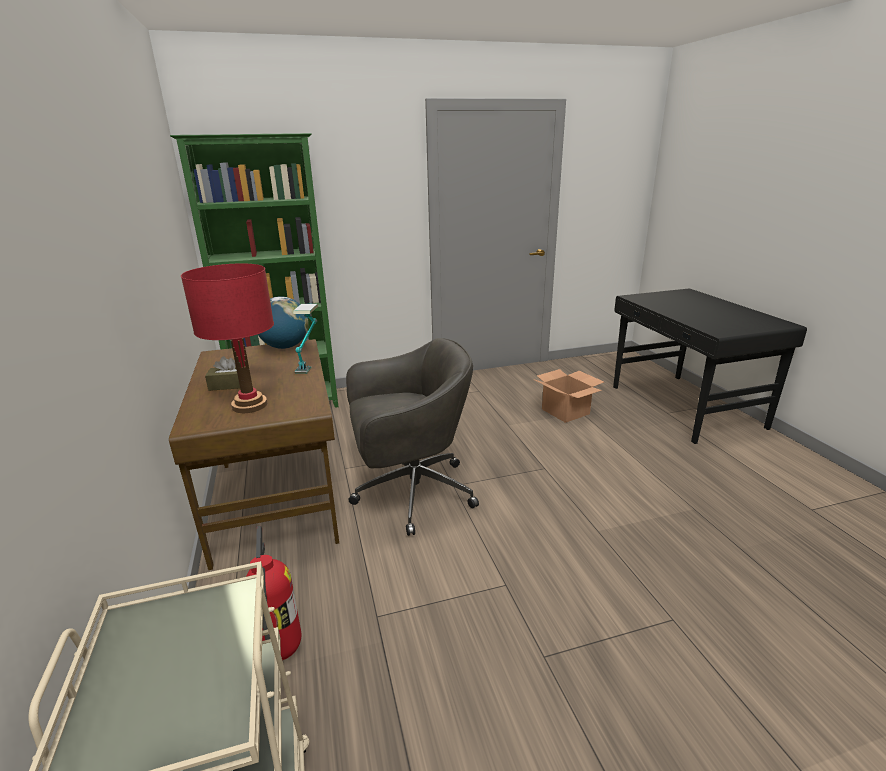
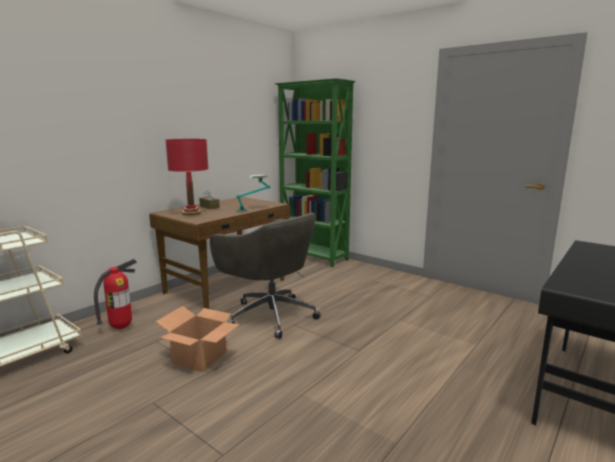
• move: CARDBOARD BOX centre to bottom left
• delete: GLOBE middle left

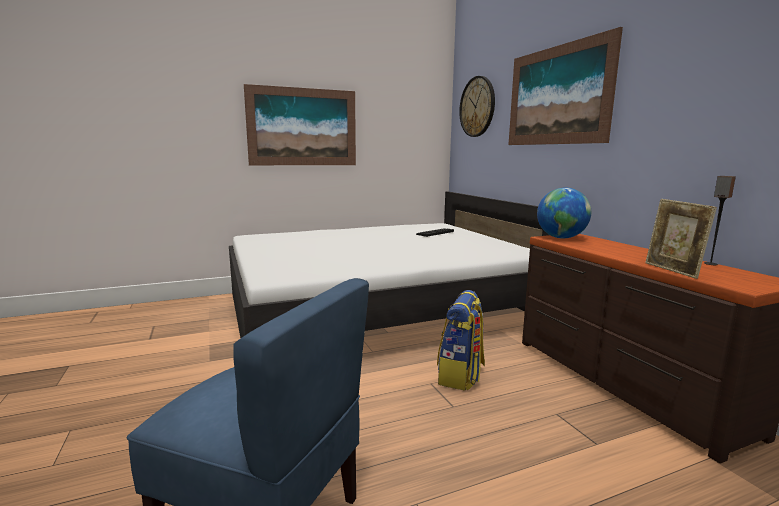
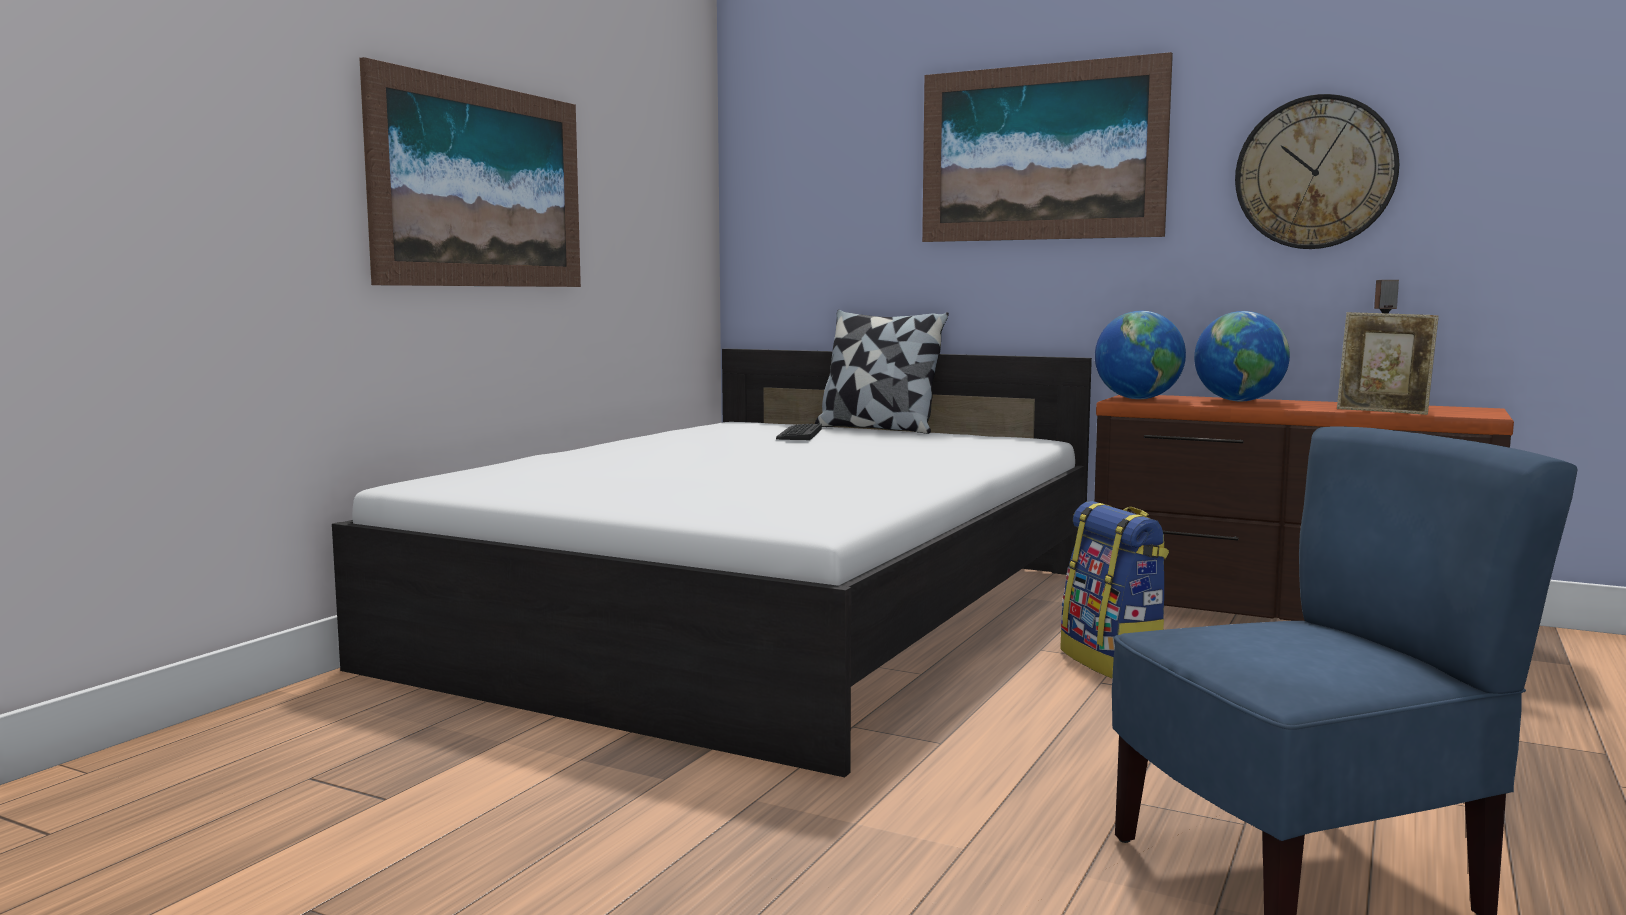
• insert: PILLOW centre
• insert: GLOBE (2nd from left) middle right
• move: WALL CLOCK top centre to top right

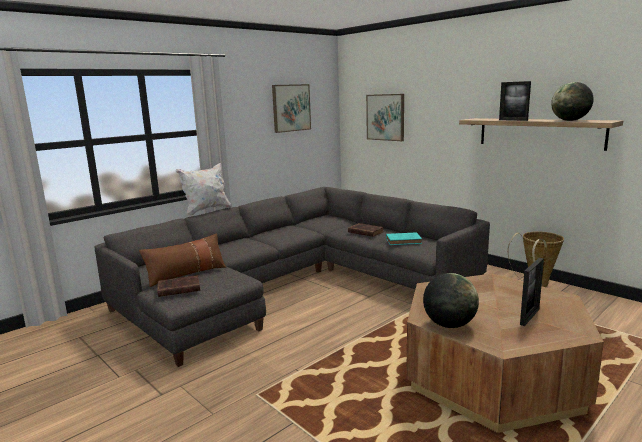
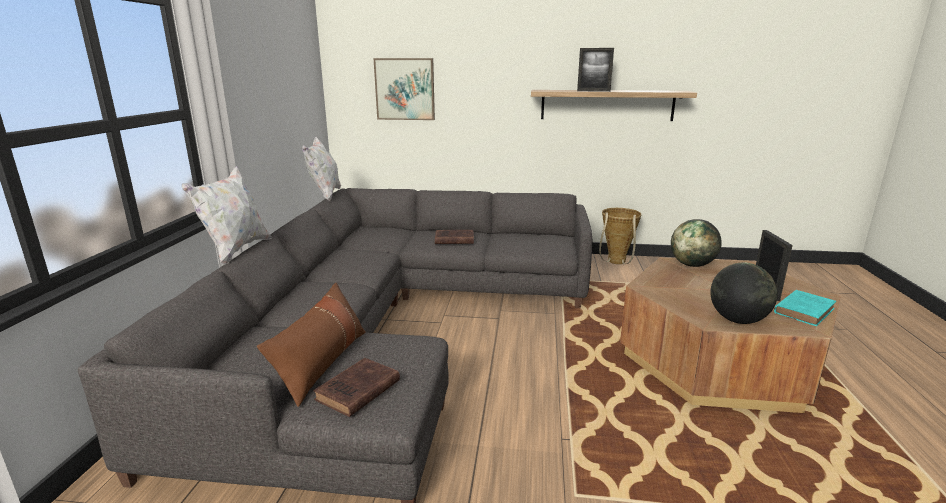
• insert: WHITE PILLOW (2nd from left) centre
• move: GLOBE (2nd from left in the first image) top right to GLOBE (1st from left) middle right
• move: TURQUOISE BOOK centre to middle right
• delete: PICTURE (1st from left) top centre

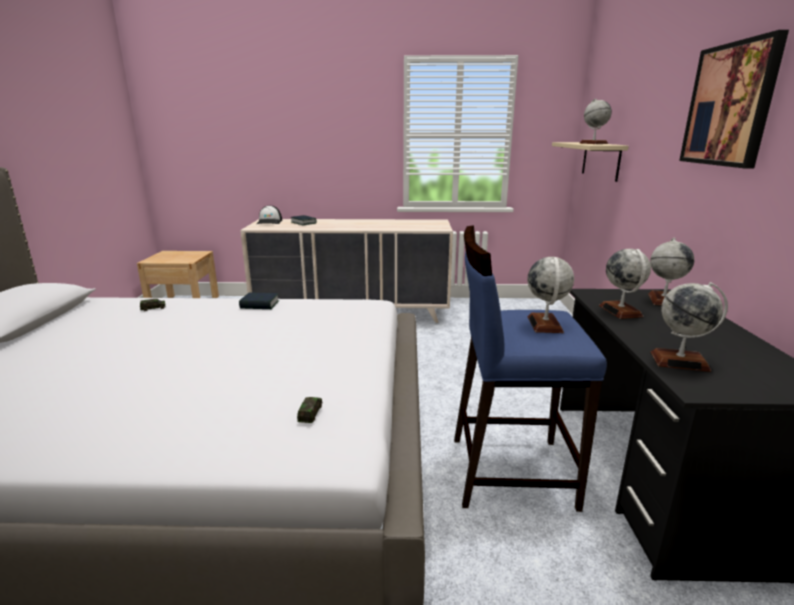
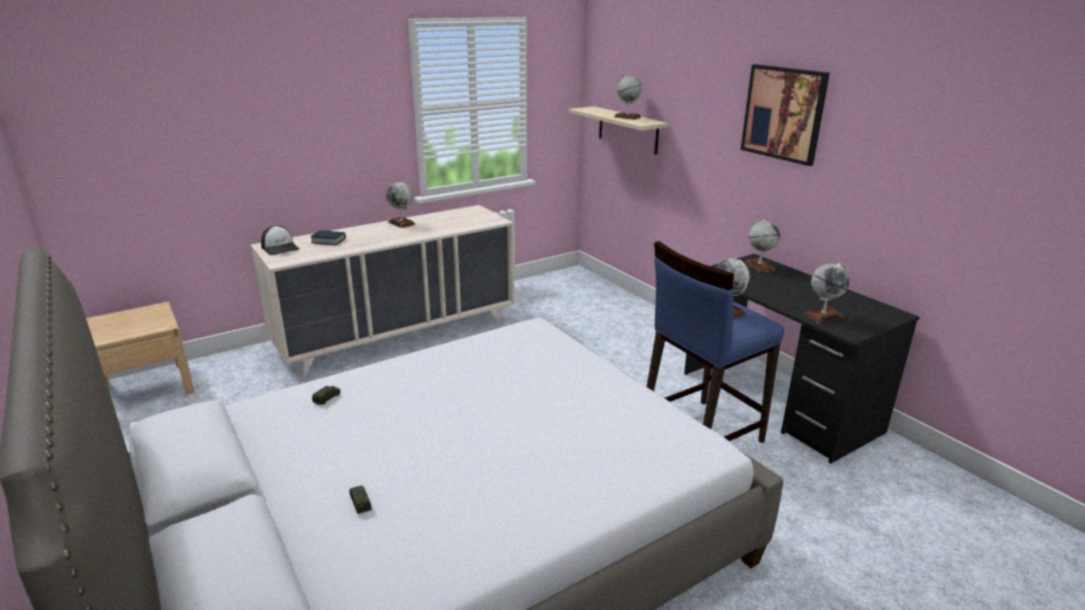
• move: TOY CAR (2nd from left) bottom centre to bottom left
• move: GLOBE (3rd from left in the first image) middle right to GLOBE (1st from left) centre
• delete: BOOK (1st from left) middle left

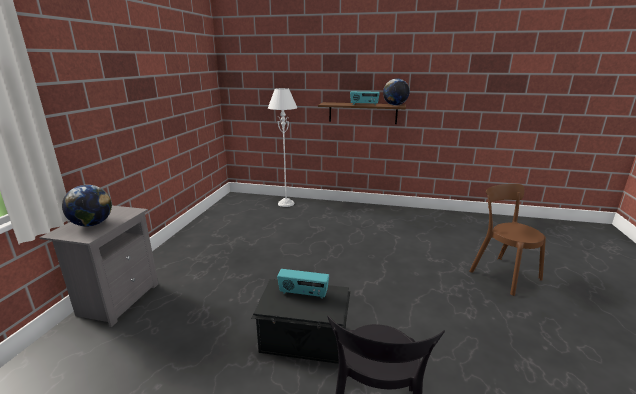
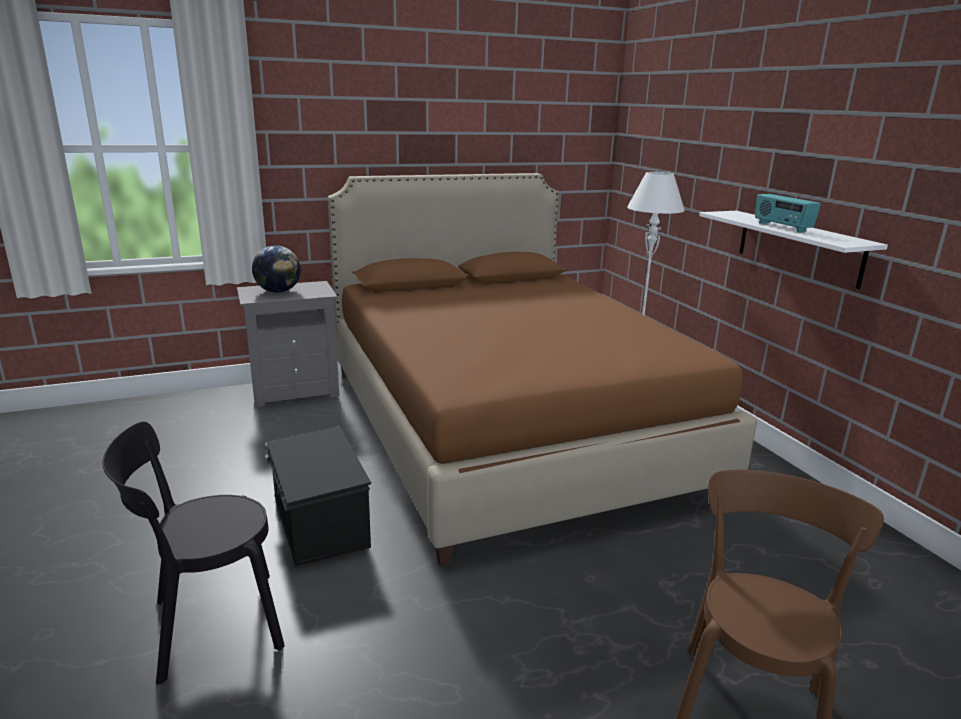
• insert: BROWN BED centre
• recolor: BROWN SHELF top centre to WHITE SHELF middle right
• delete: RADIO (1st from left) bottom centre
• delete: GLOBE (2nd from left) top centre

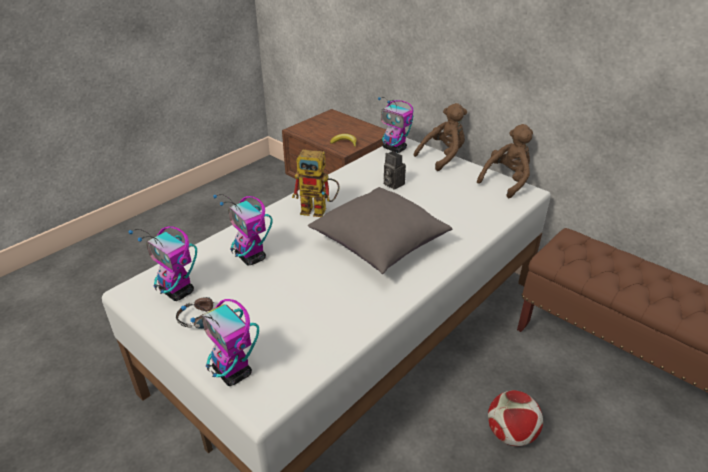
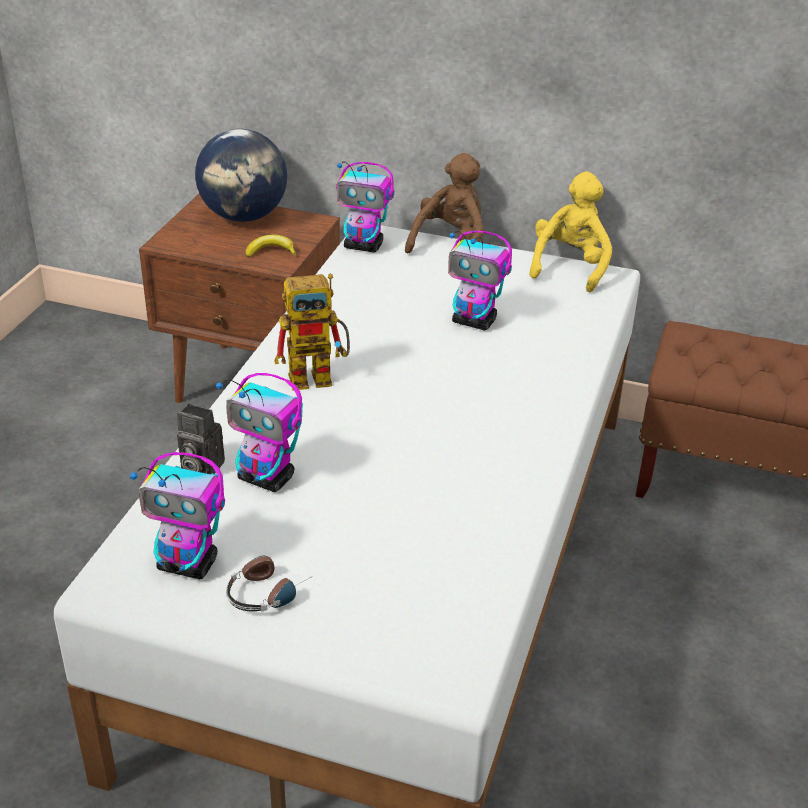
• move: PHOTO CAMERA centre to middle left
• insert: GLOBE top left
• move: TOY ROBOT (2nd from left in the first image) bottom left to TOY ROBOT (5th from left) centre
• recolor: BROWN PLUSH TOY (2nd from left) middle right to YELLOW PLUSH TOY top right
• delete: GREY PILLOW centre
• delete: FOOTBALL bottom right

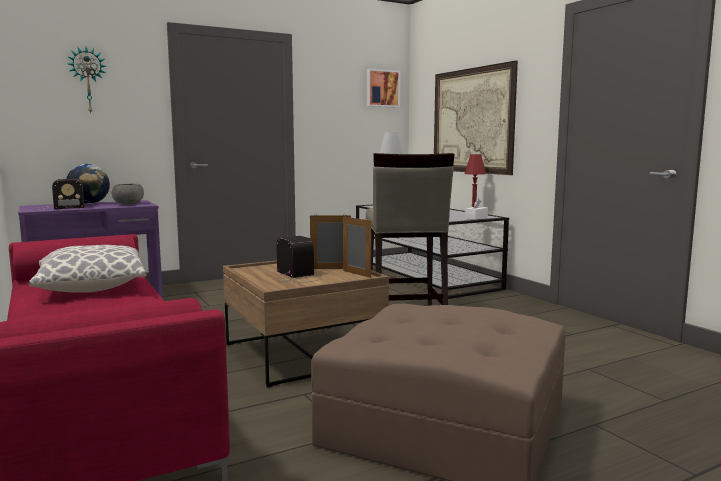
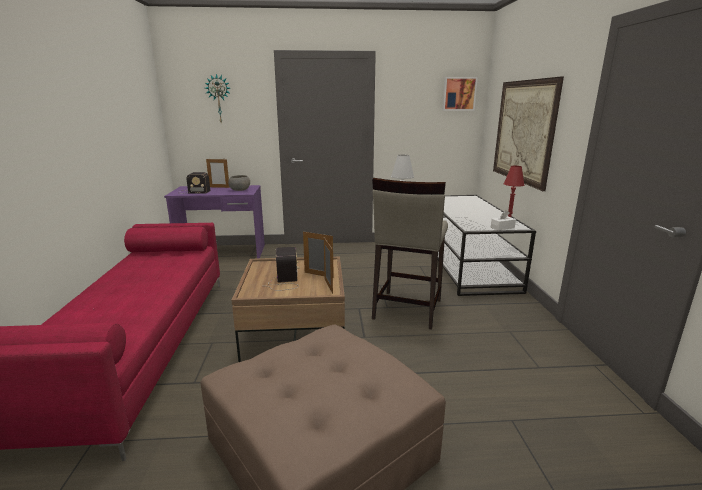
• replace: GLOBE middle left to PICTURE FRAME (1st from left) middle left
• delete: PILLOW middle left

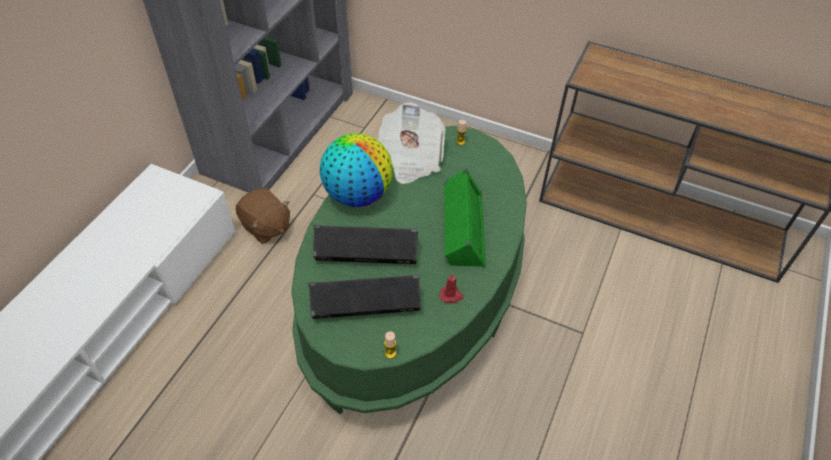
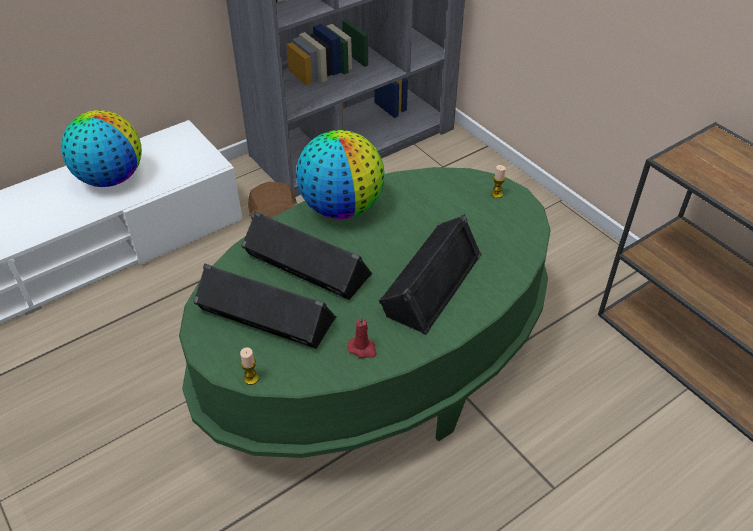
• insert: GLOBE (1st from left) top left
• recolor: GREEN SPEAKER centre to BLACK SPEAKER (3rd from left) centre
• delete: NEWSPAPER top centre

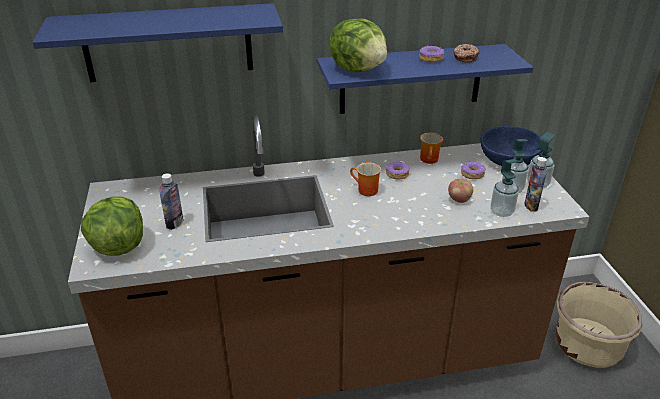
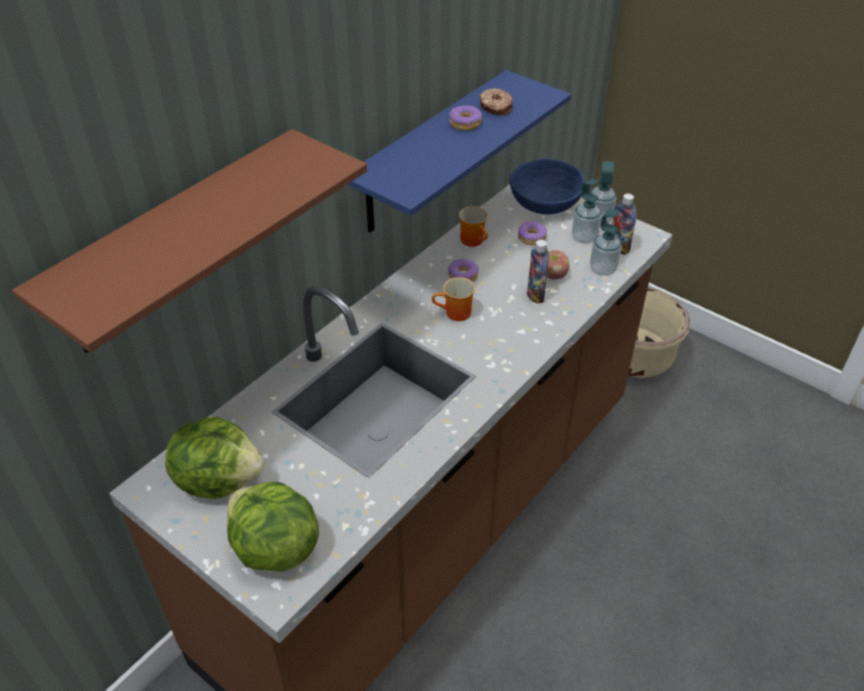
• recolor: BLUE SHELF (1st from left) top left to BROWN SHELF middle left
• move: LETTUCE (2nd from left in the first image) top centre to LETTUCE (1st from left) middle left
• move: BOTTLE (1st from left) middle left to centre

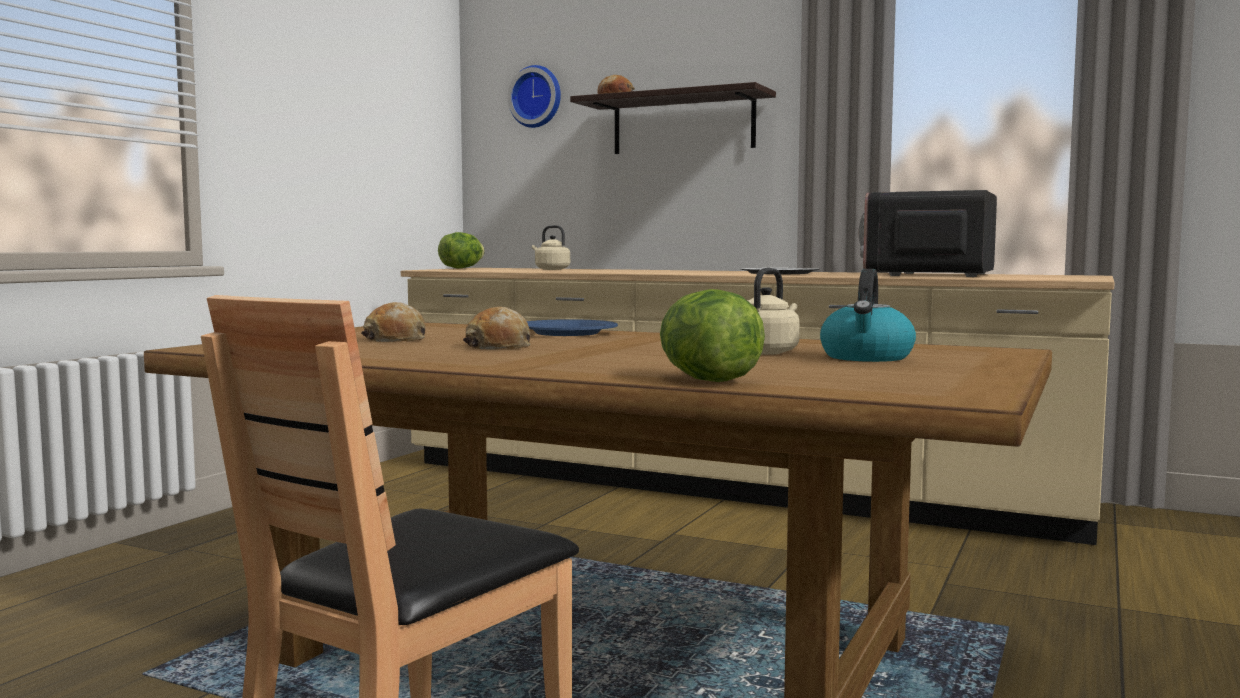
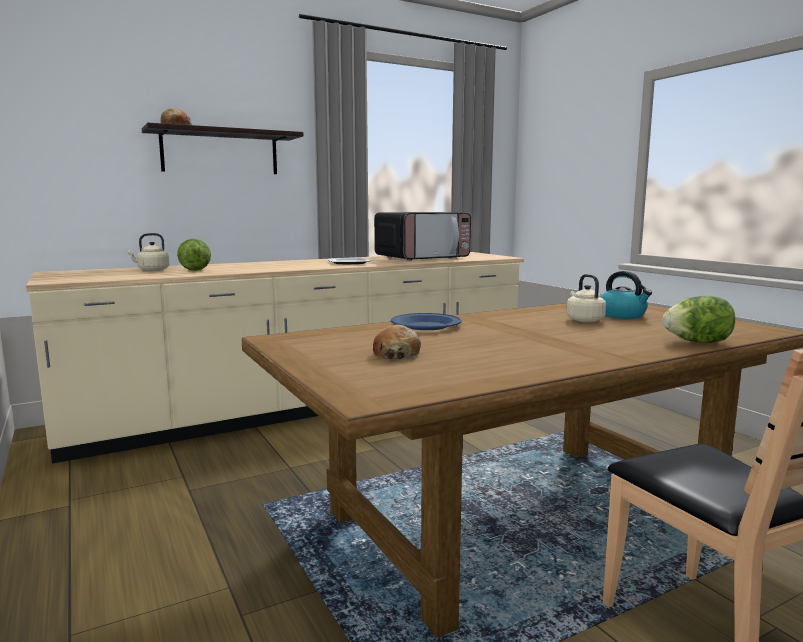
• move: LETTUCE (1st from left) centre to middle left
• rotate: MICROWAVE middle right = centre 90 degrees counterclockwise
• delete: BREAD (2nd from left) centre
• delete: WALL CLOCK top centre

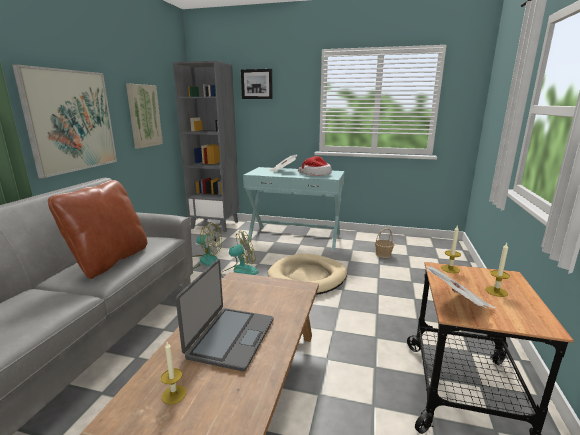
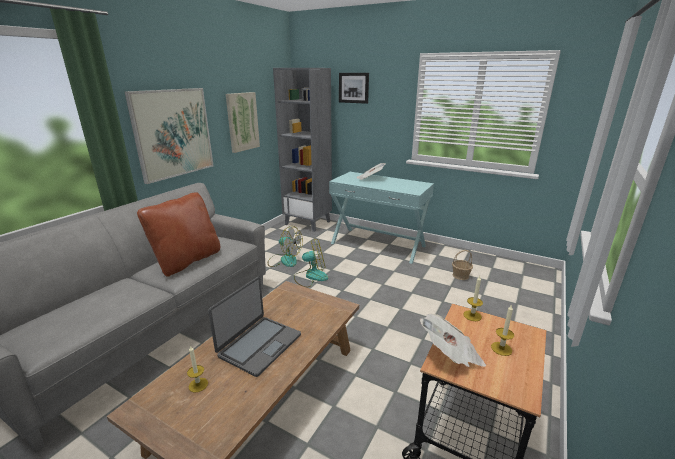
• delete: BEIGE DOG BED centre
• delete: HAT centre

